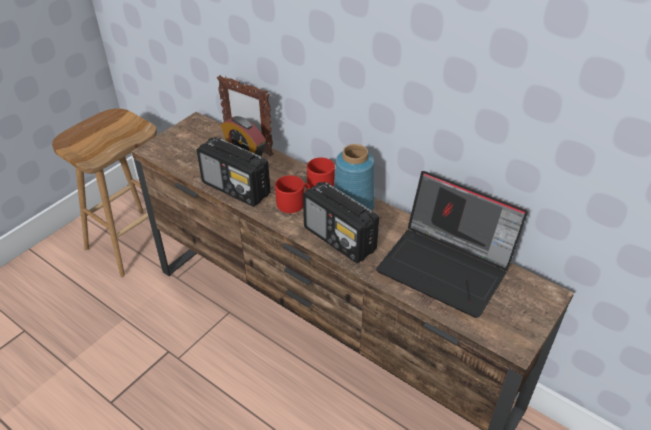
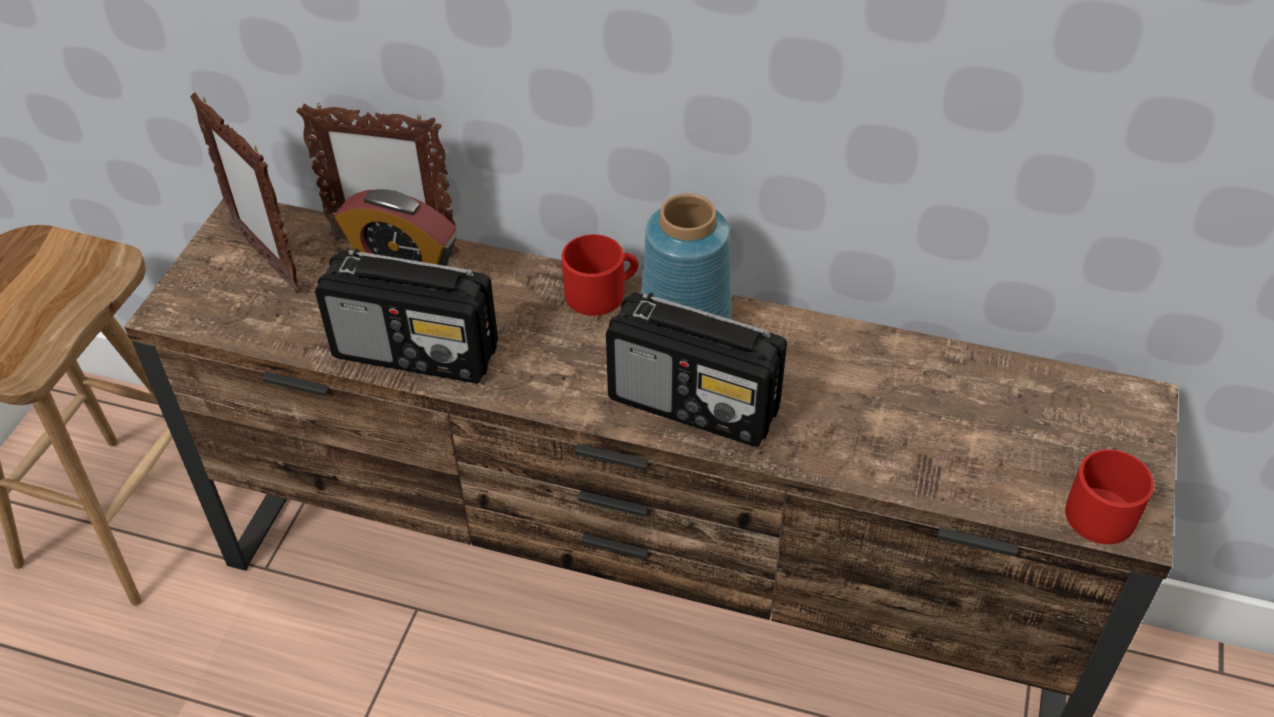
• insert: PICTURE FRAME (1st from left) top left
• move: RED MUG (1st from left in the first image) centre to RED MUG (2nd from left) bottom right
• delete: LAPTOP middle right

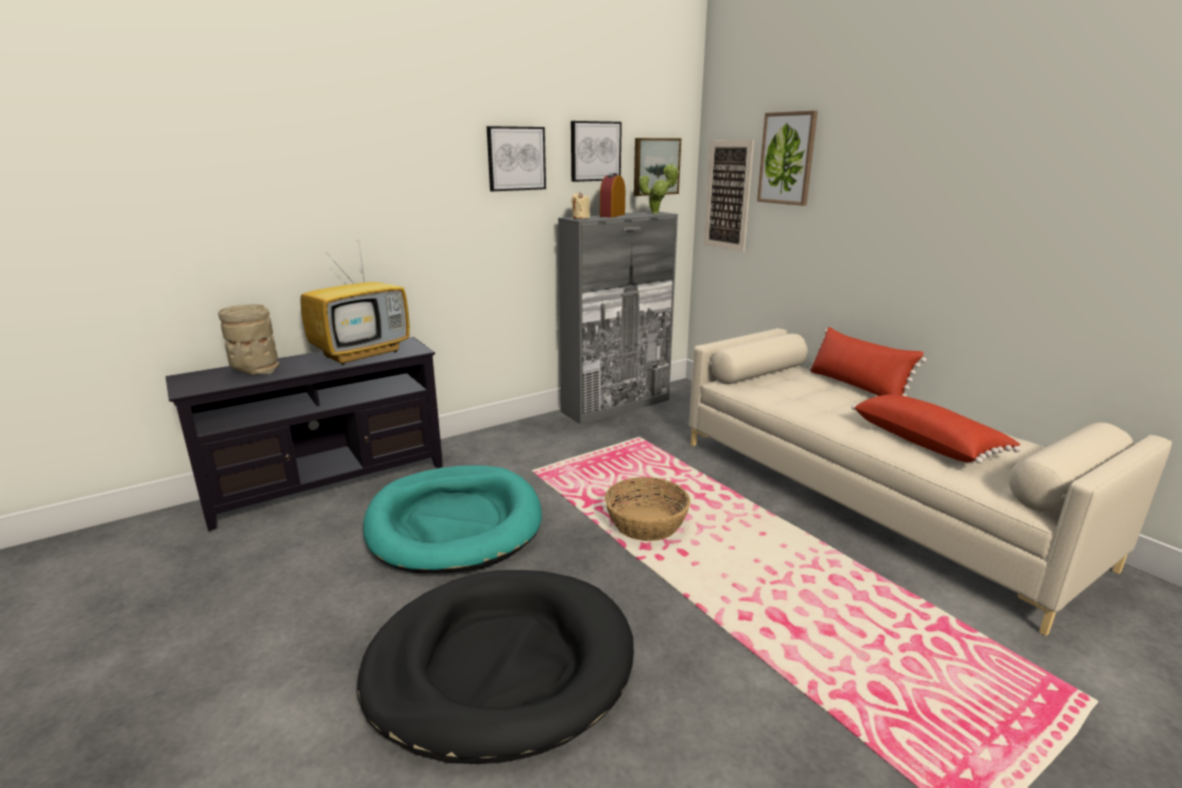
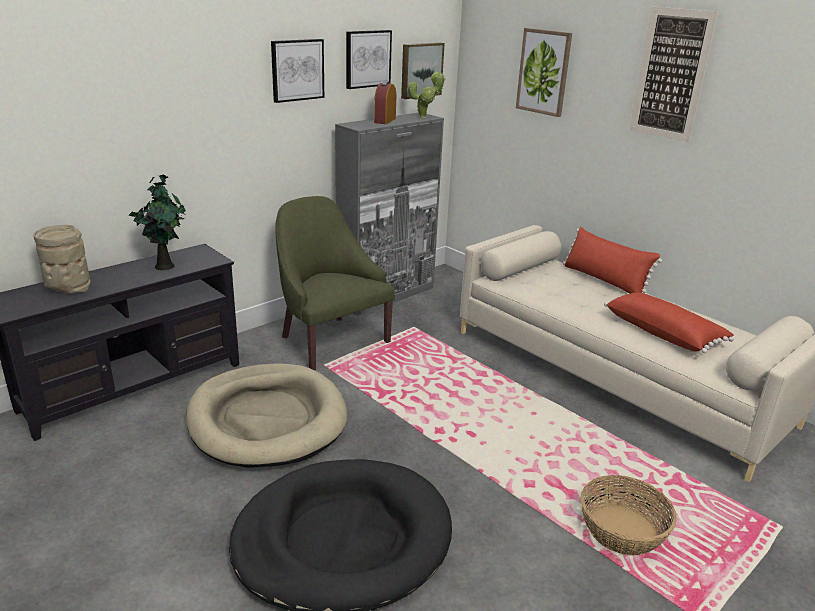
• replace: TELEVISION middle left to POTTED PLANT (1st from left) middle left
• recolor: TURQUOISE DOG BED centre to BEIGE DOG BED bottom left
• insert: GREEN ARMCHAIR centre
• move: BASKET centre to bottom right
• move: PICTURE (4th from left in the first image) top centre to PICTURE (5th from left) top right
• delete: BEIGE CANDLE top centre

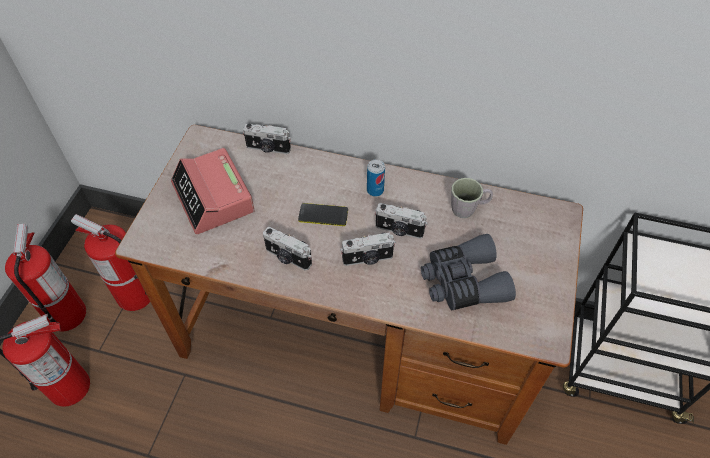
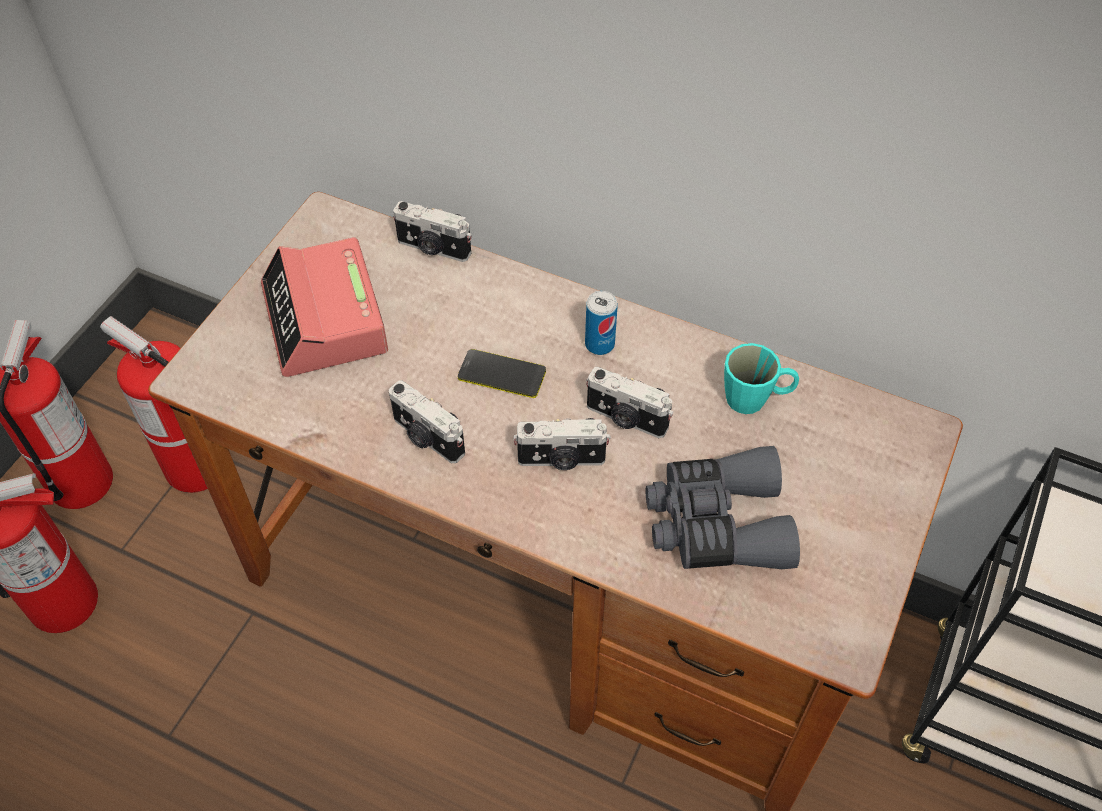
• recolor: GREY MUG centre to TURQUOISE MUG middle right

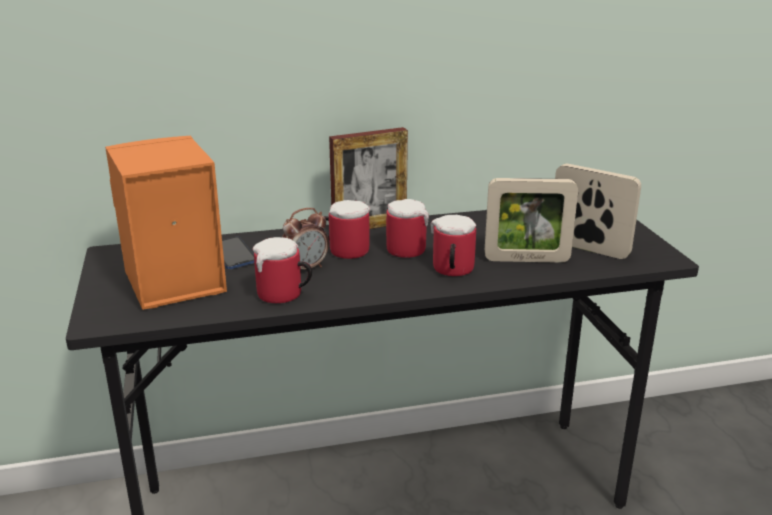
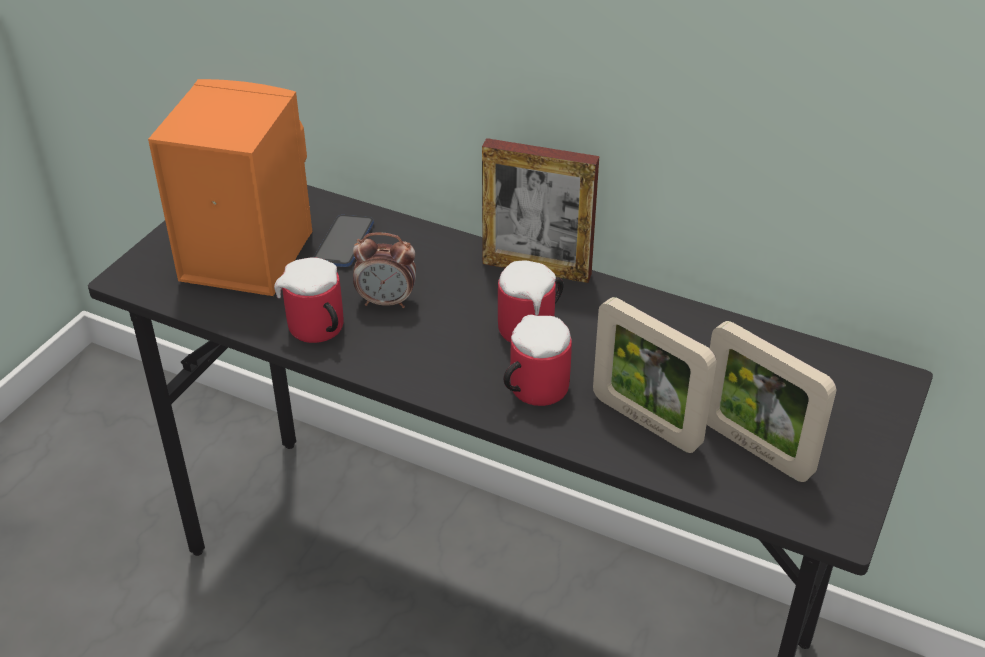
• rotate: PICTURE FRAME (3rd from left) middle right = middle right 150 degrees clockwise
• delete: MUG (2nd from left) centre

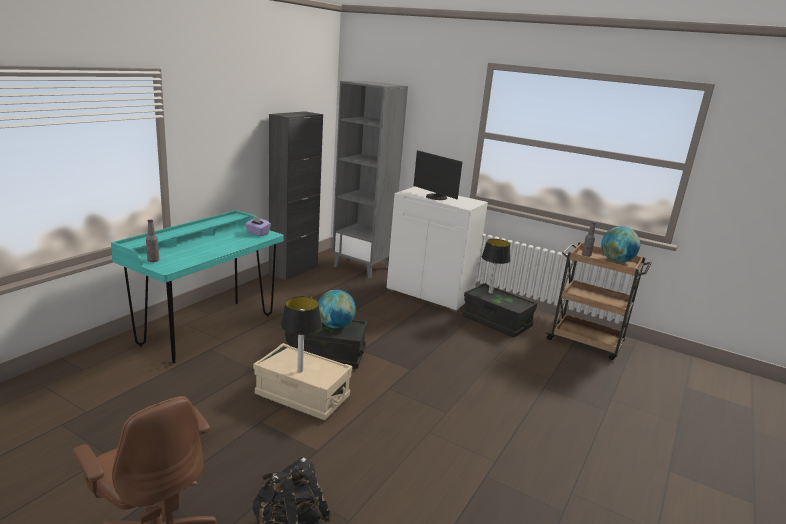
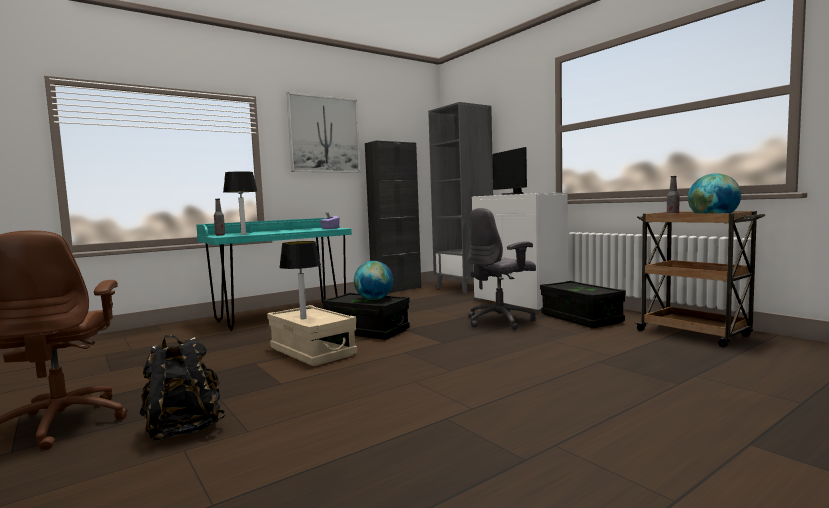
• move: TABLE LAMP (2nd from left in the first image) centre to TABLE LAMP (1st from left) middle left
• insert: PICTURE top centre
• insert: GREY OFFICE CHAIR centre

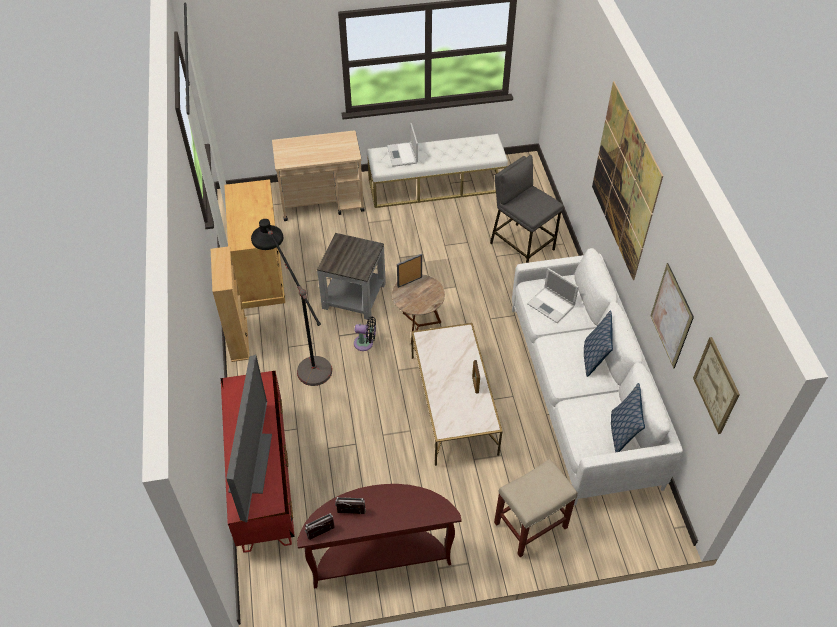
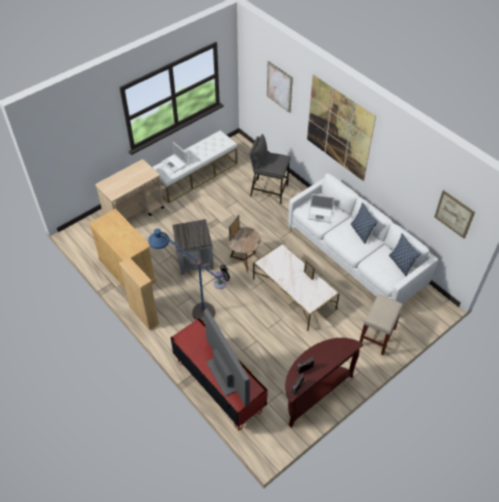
• recolor: BLACK FLOOR LAMP centre to BLUE FLOOR LAMP centre
• move: PICTURE (2nd from left in the first image) middle right to PICTURE (1st from left) top centre

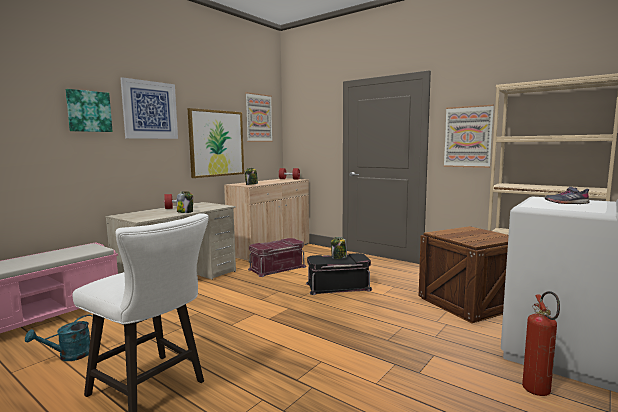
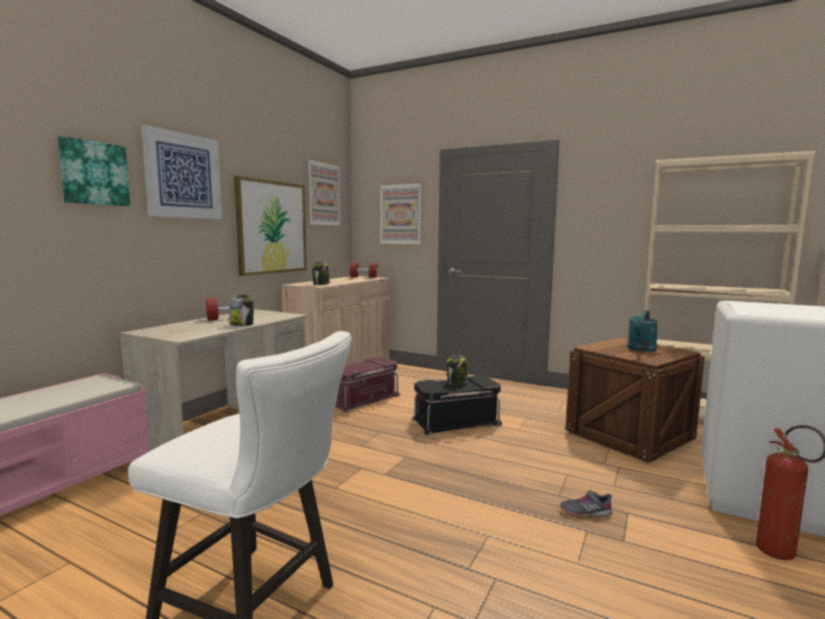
• move: PICTURE (5th from left) top right to centre
• move: GREY SHOE middle right to bottom right
• move: TURQUOISE WATERING CAN bottom left to middle right

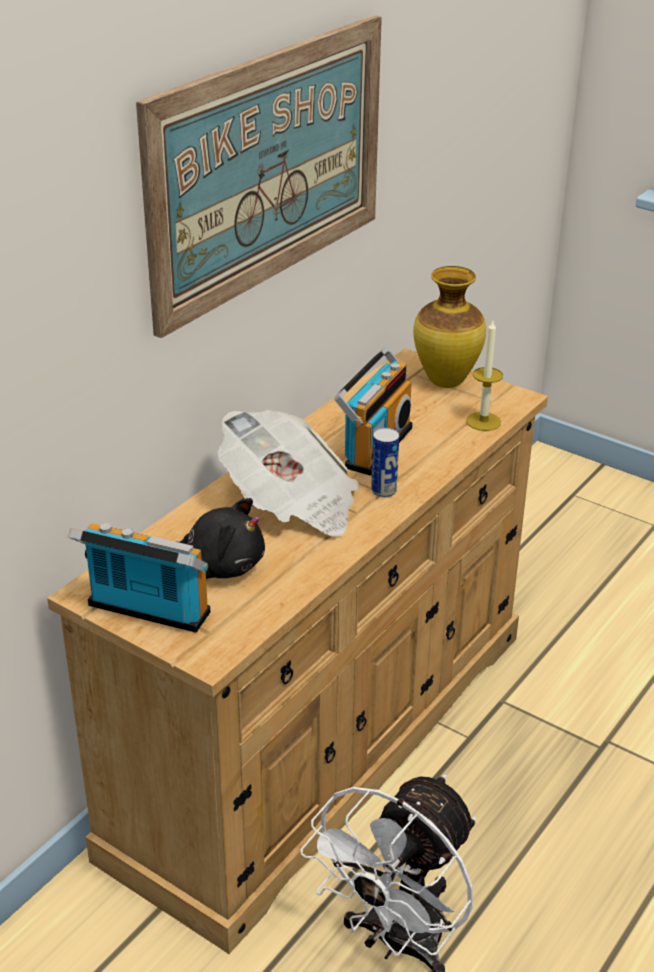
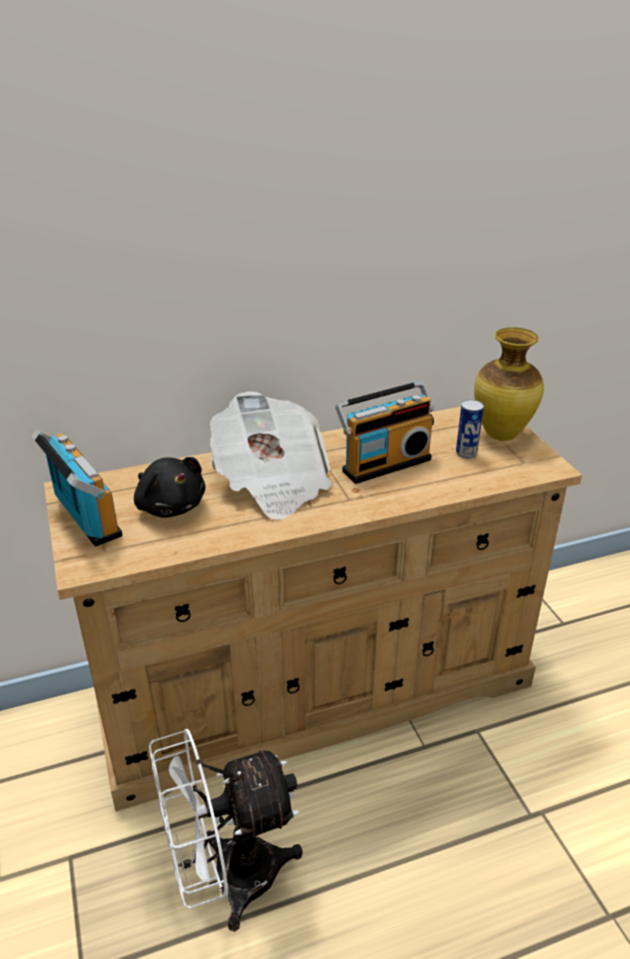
• move: CAN centre to middle right
• delete: PICTURE top centre
• delete: CANDLE middle right

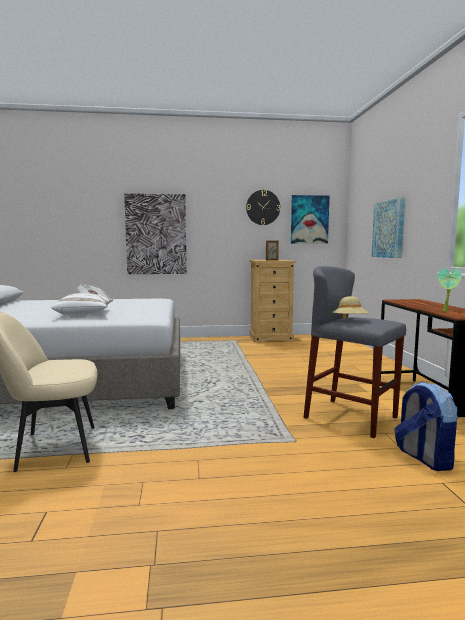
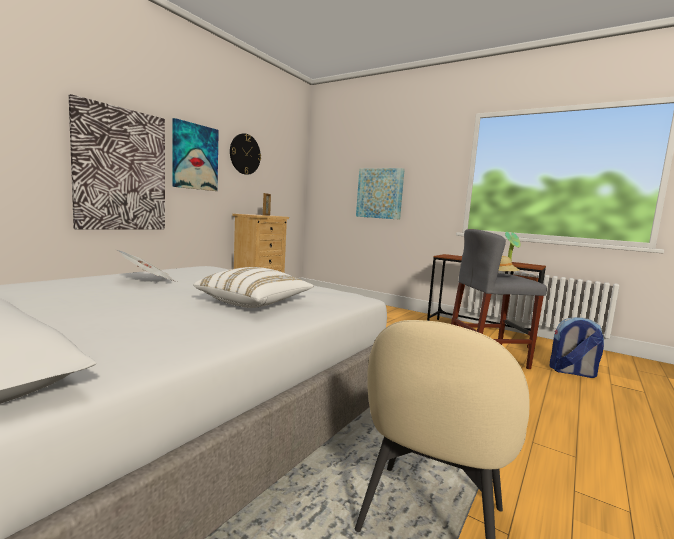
• move: PICTURE (2nd from left) middle right to top left

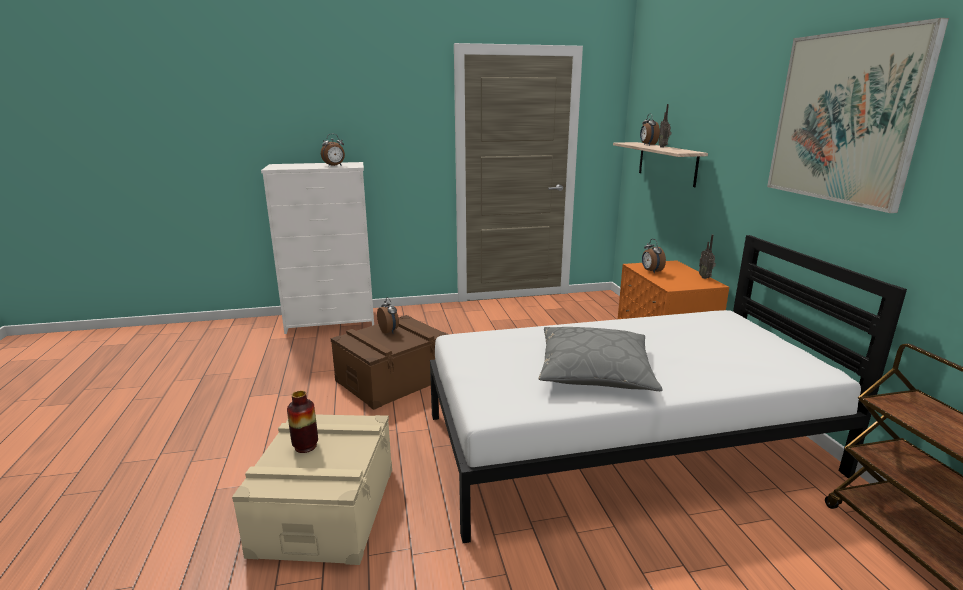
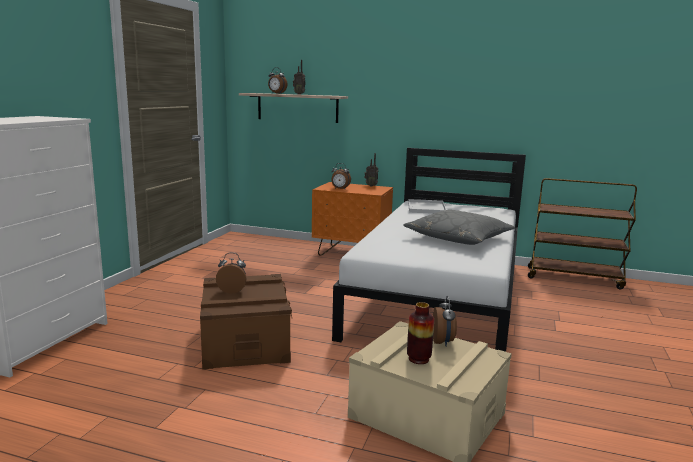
• insert: WHITE TRAY centre
• move: ALARM CLOCK (1st from left in the first image) top centre to ALARM CLOCK (4th from left) bottom centre
• delete: PICTURE top right

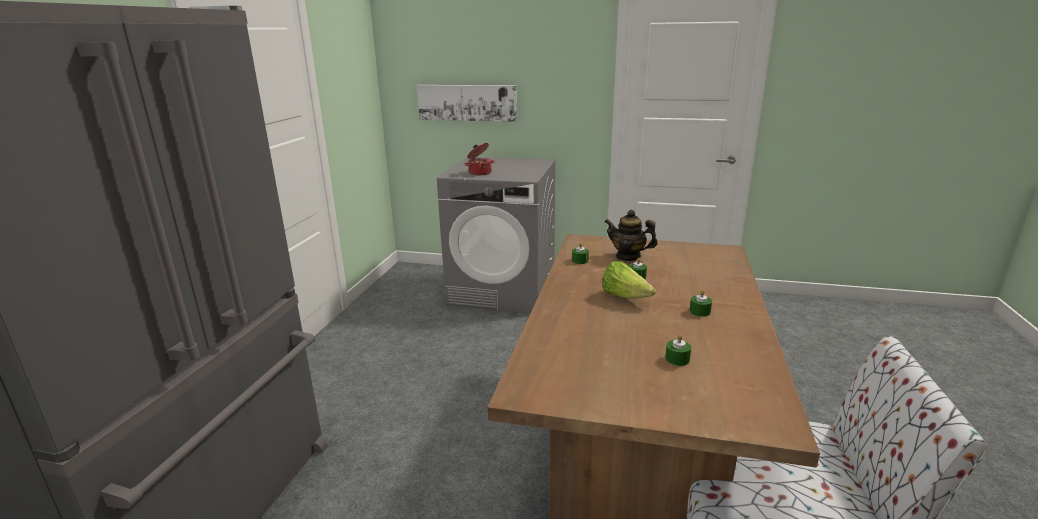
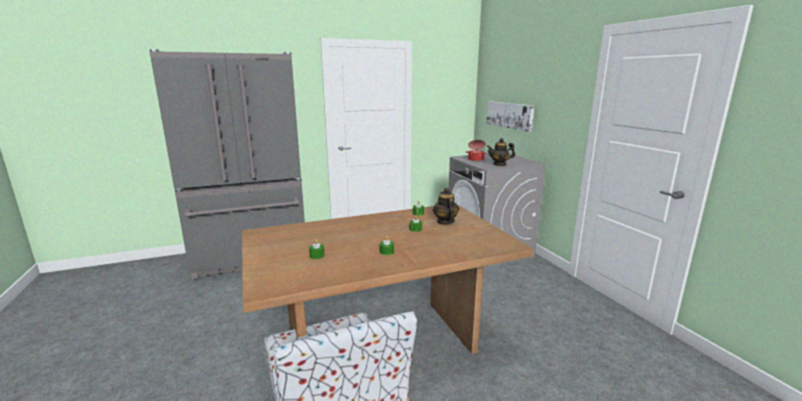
• insert: TEAPOT (2nd from left) centre
• delete: LETTUCE centre

